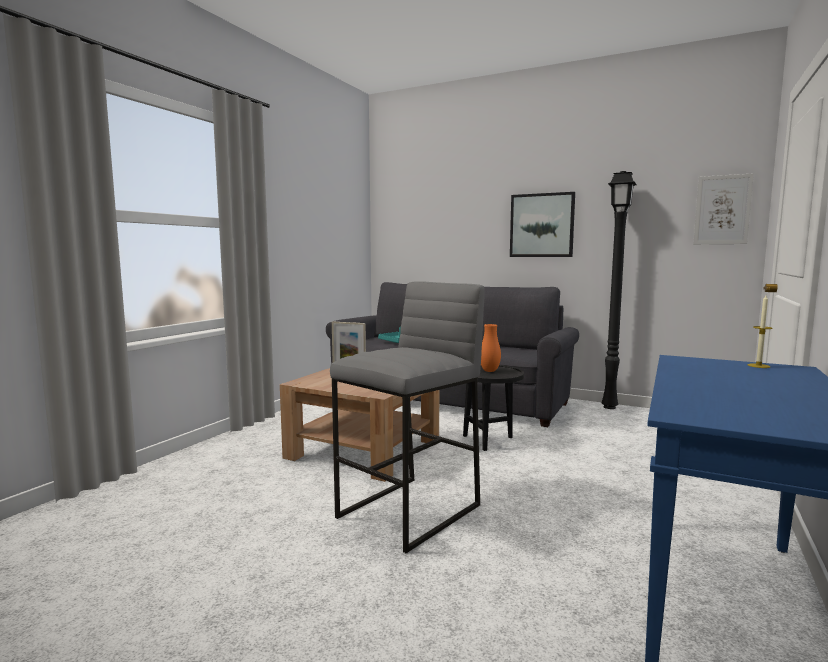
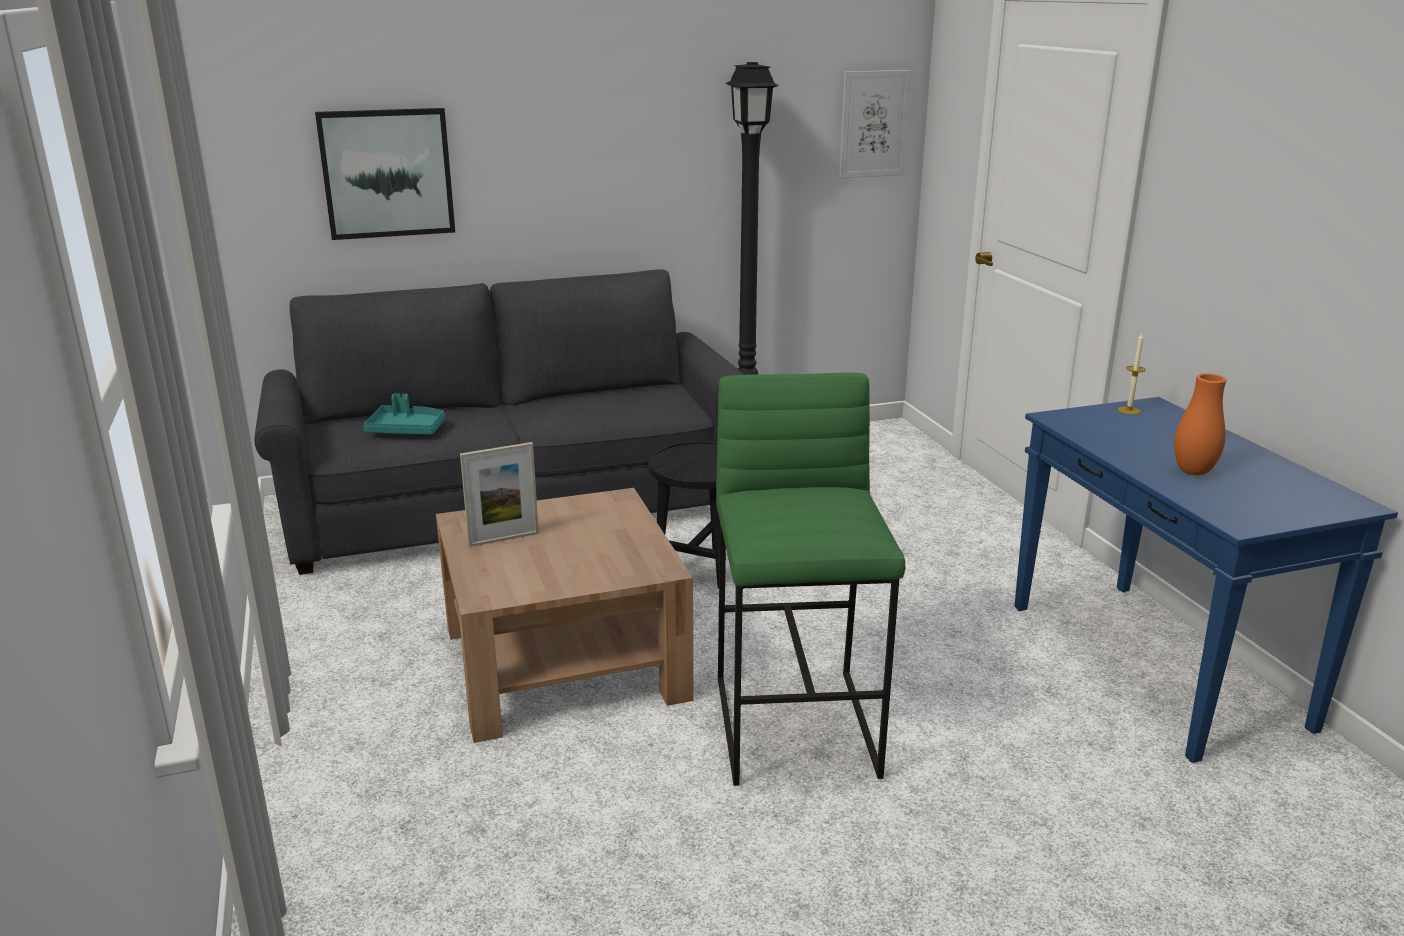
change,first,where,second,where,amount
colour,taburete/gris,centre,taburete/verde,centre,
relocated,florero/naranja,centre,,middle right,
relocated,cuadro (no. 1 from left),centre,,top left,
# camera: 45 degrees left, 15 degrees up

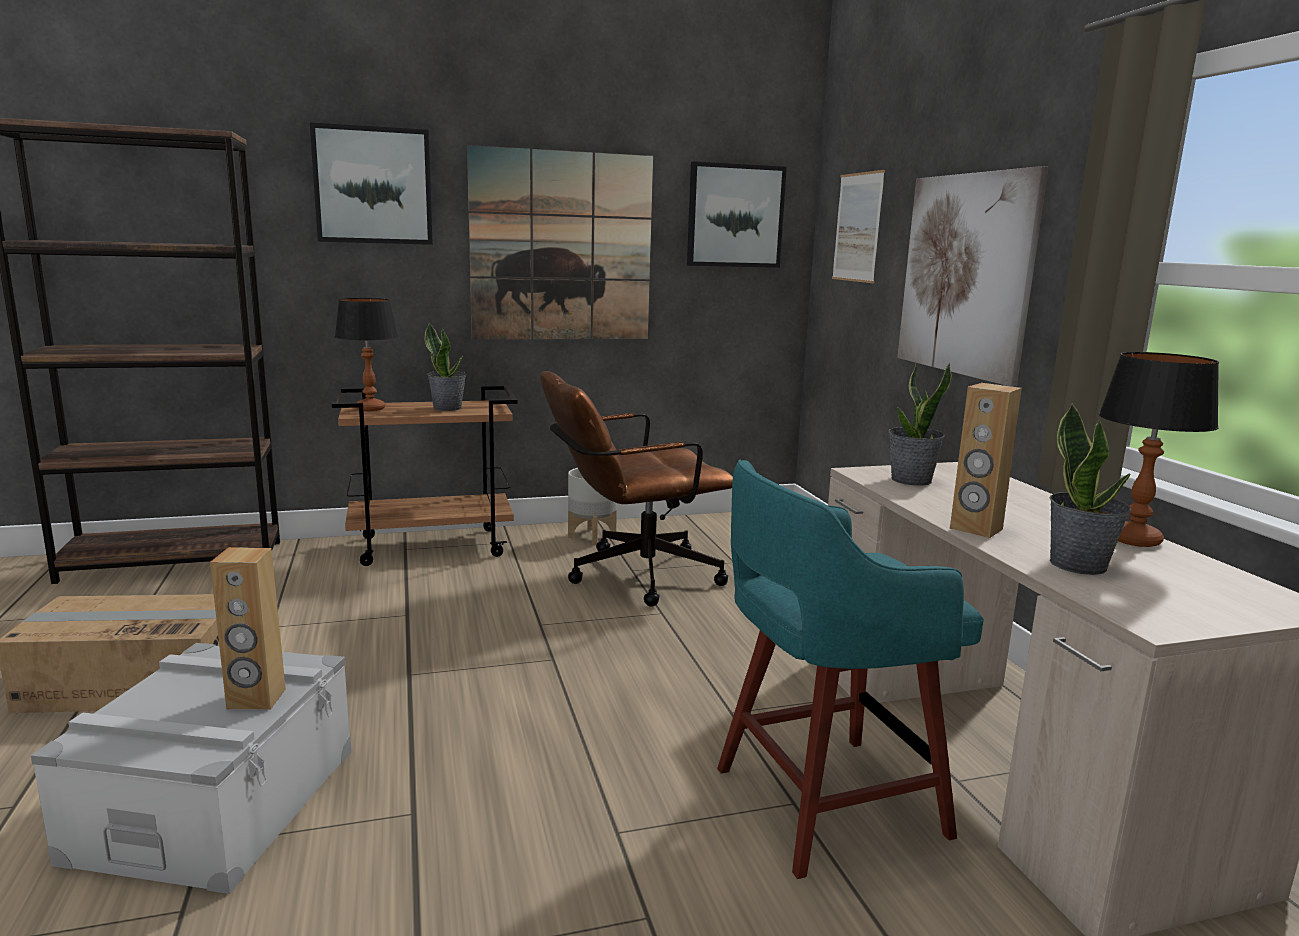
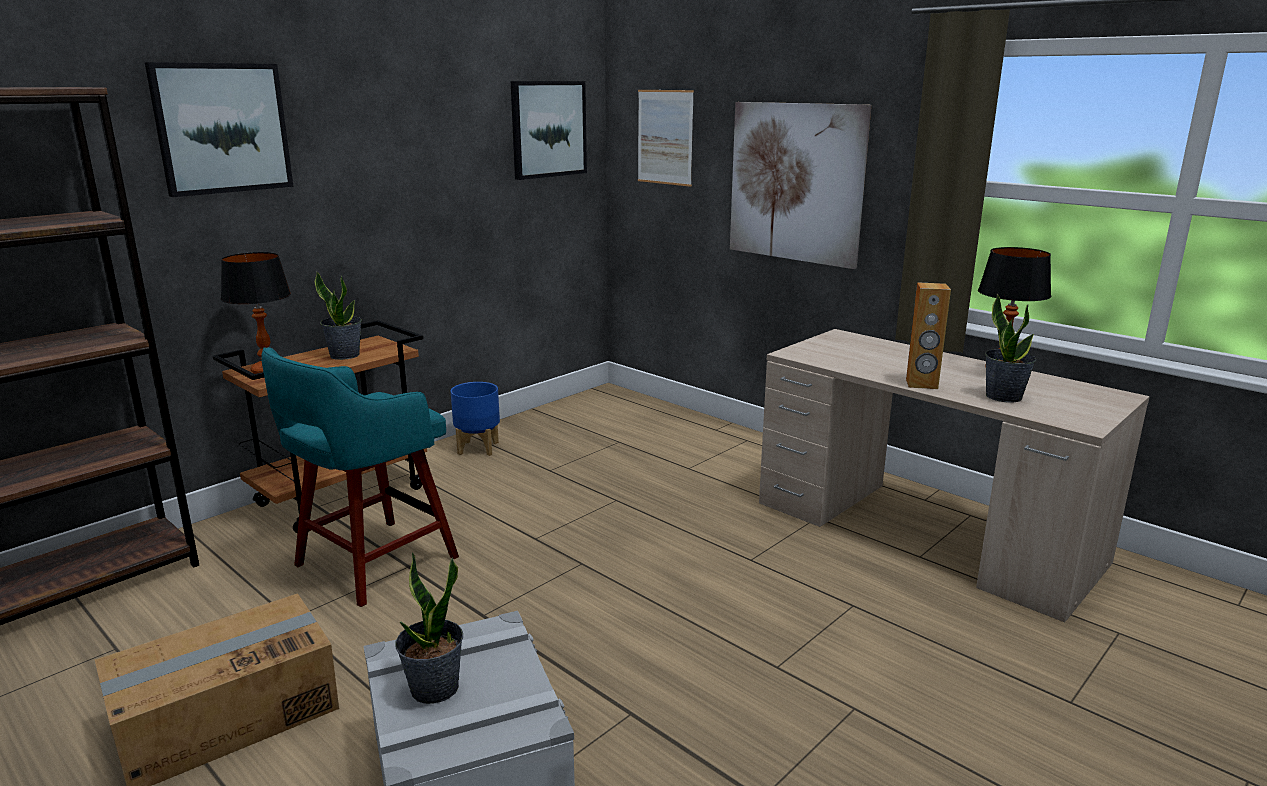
change,first,where,second,where,amount
missing,altavoz/marrón (no. 1 from left),bottom left,,,
missing,cuadro (no. 2 from left),top centre,,,
missing,silla de oficina/marrón,centre,,,
colour,maceta/gris,centre,maceta/azul,centre,
relocated,taburete/turquesa,bottom centre,,middle left,
relocated,planta en maceta (no. 2 from left),middle right,,bottom centre,
# camera: 30 degrees left, 5 degrees up

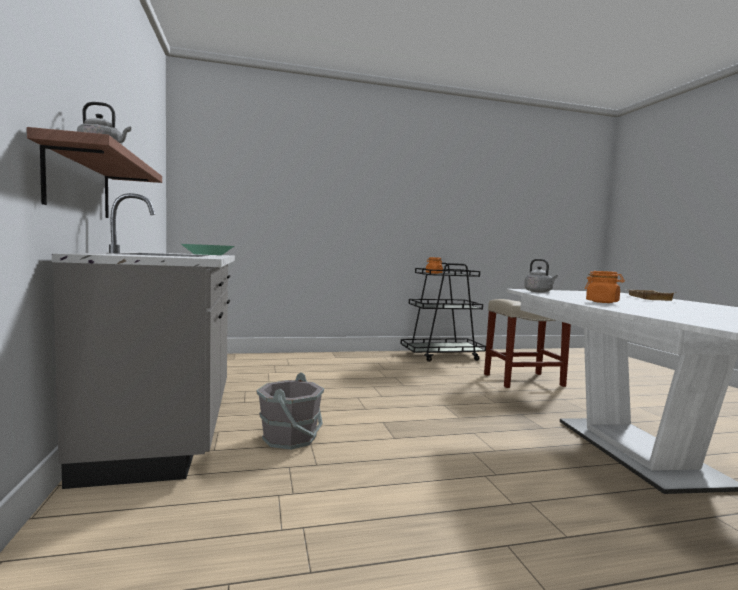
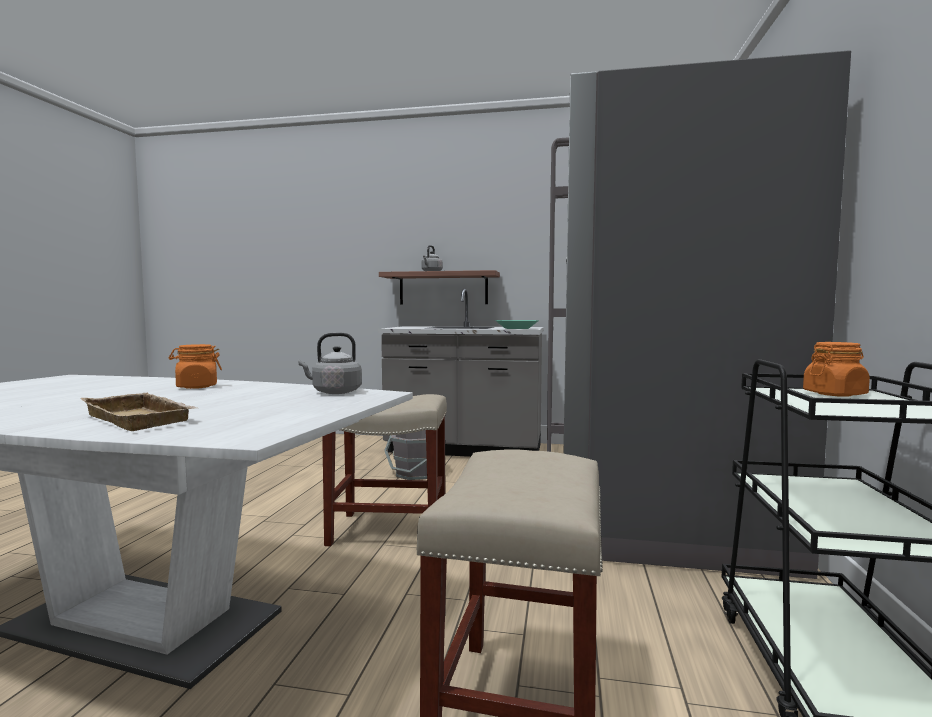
change,first,where,second,where,amount
appeared,,,taburete/beis (no. 1 from left),centre,
appeared,,,nevera/gris,middle right,
# camera: 115 degrees right, 0 degrees up

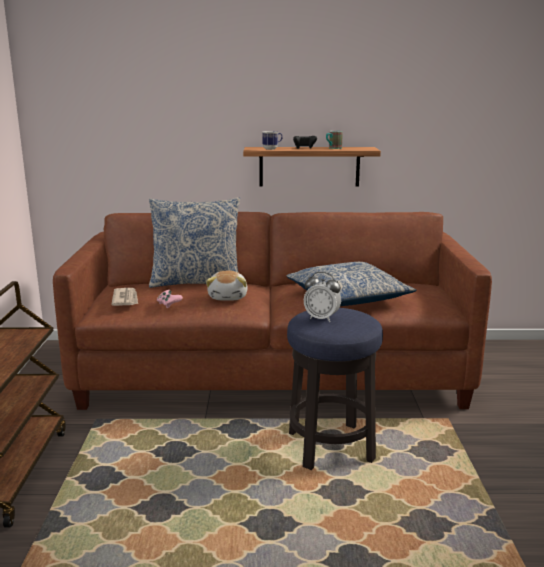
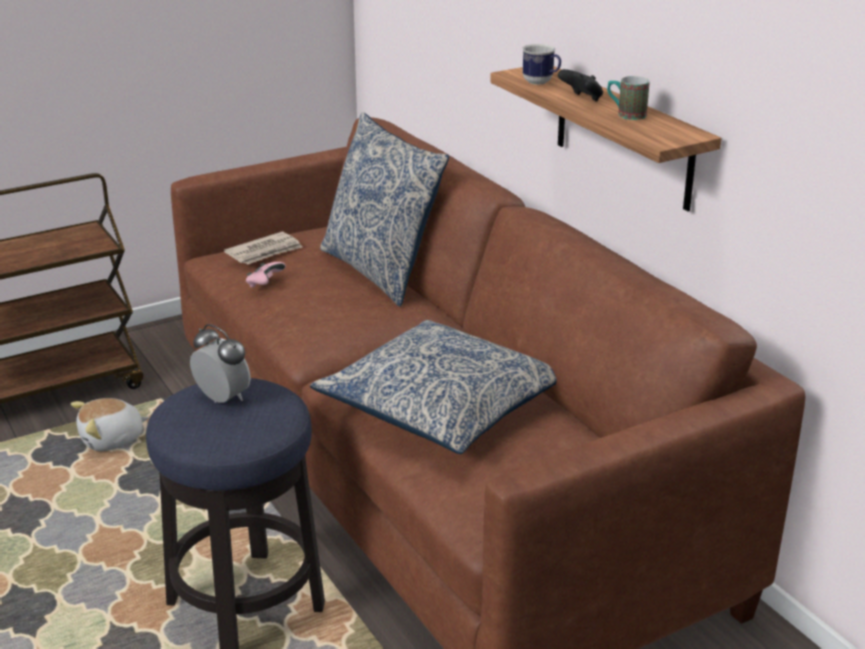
change,first,where,second,where,amount
relocated,peluche,centre,,middle left,
spun,despertador,centre,,middle left,135 degrees clockwise
# camera: 60 degrees right, 10 degrees up

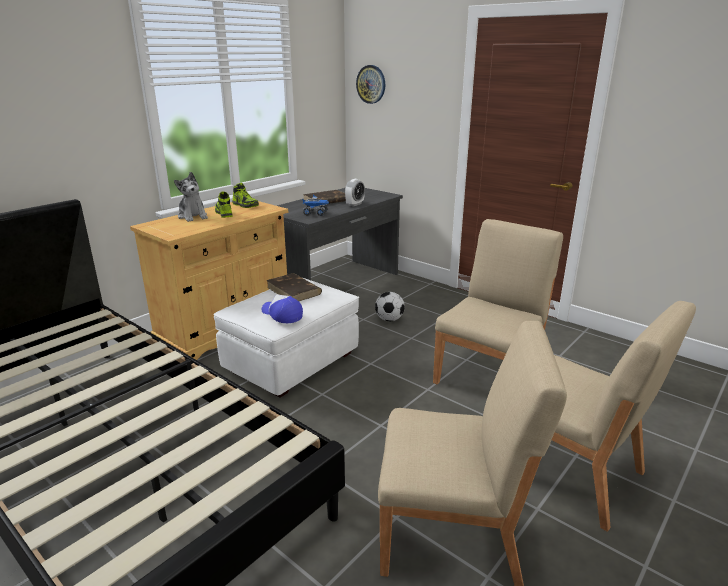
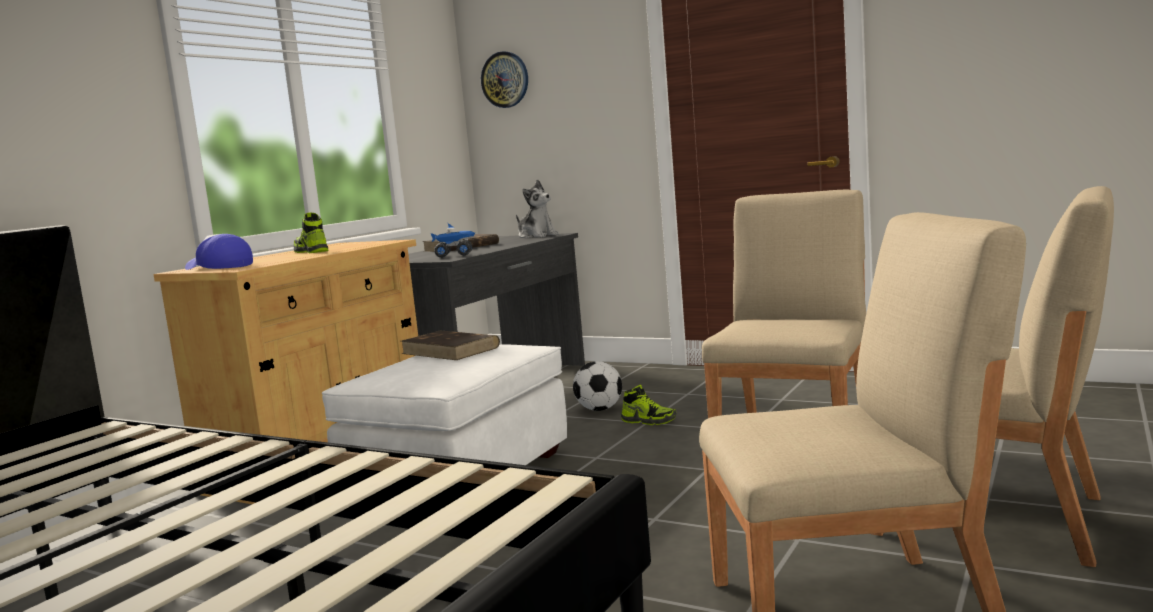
change,first,where,second,where,amount
relocated,peluche,middle left,,centre,
relocated,zapato (no. 2 from left),top centre,,centre,
relocated,gorra,centre,,middle left,
missing,despertador,top centre,,,
# camera: 10 degrees left, 15 degrees down

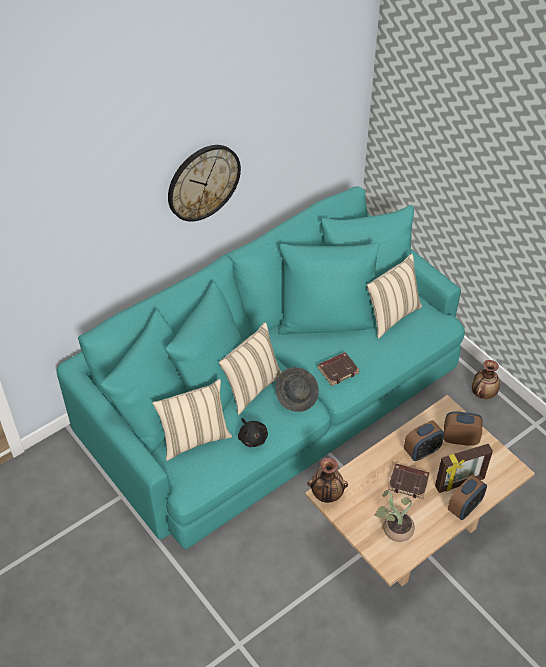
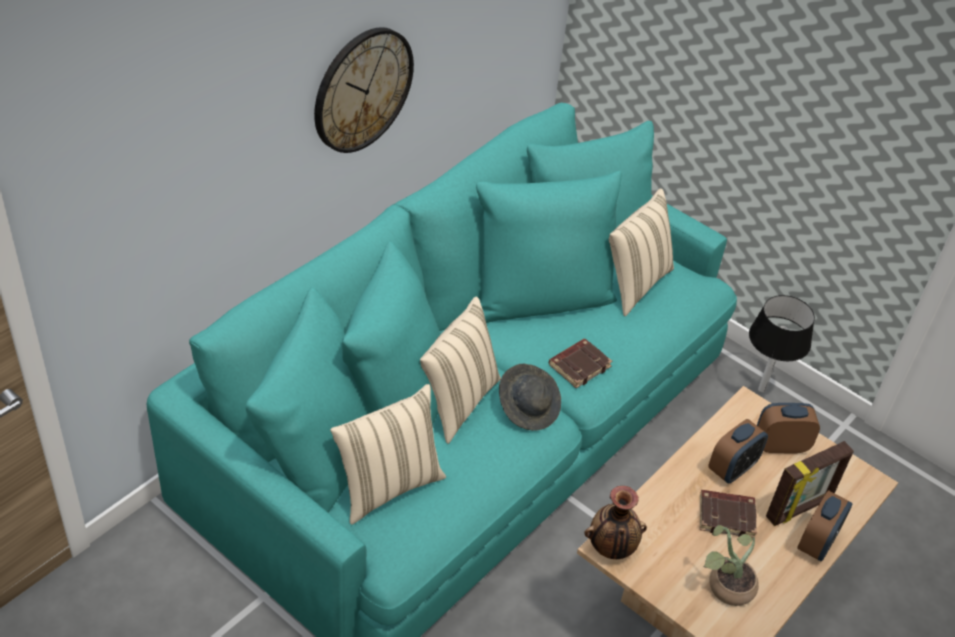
change,first,where,second,where,amount
missing,peluche/negro,centre,,,
exchanged,florero (no. 2 from left),middle right,lámpara de mesa/negro,middle right,
# camera: 15 degrees left, 5 degrees down

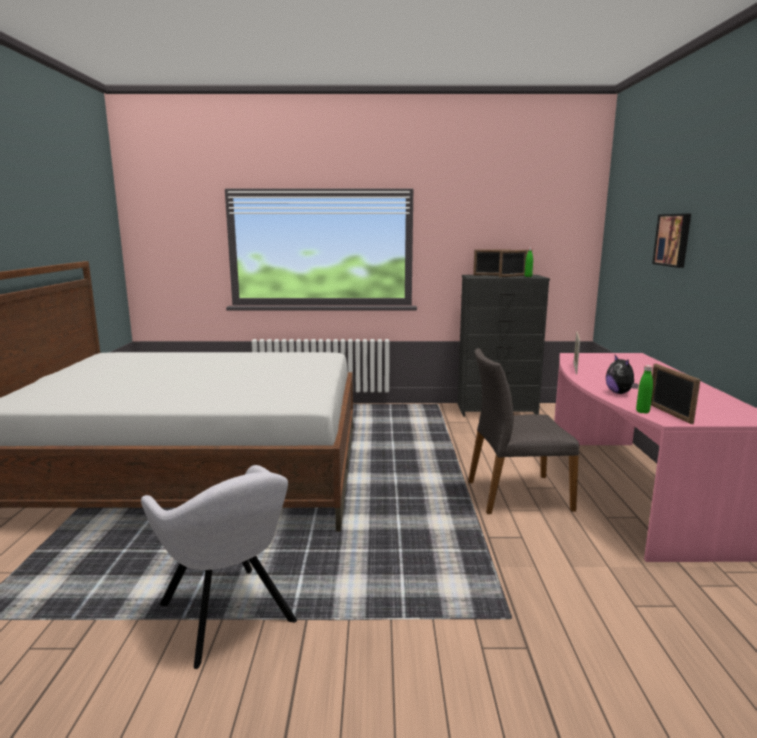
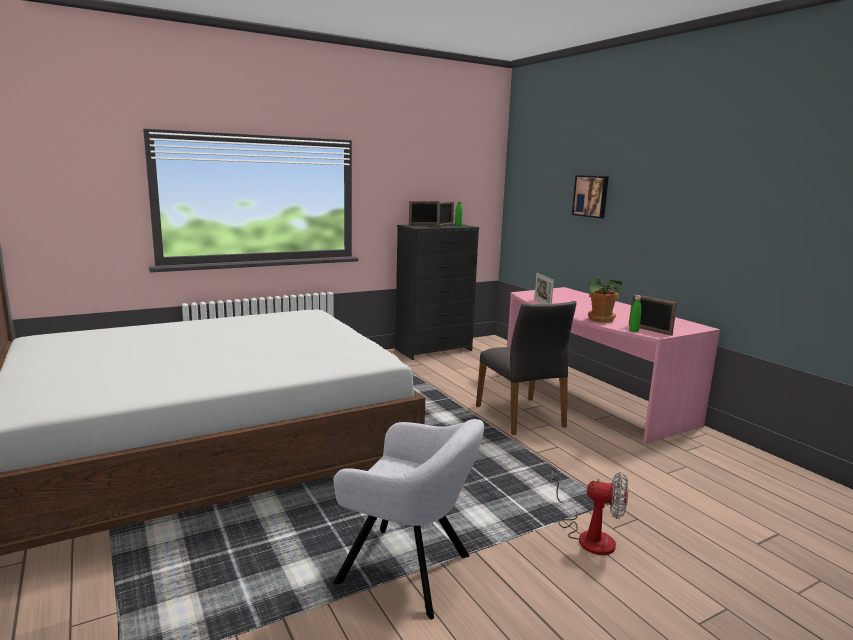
change,first,where,second,where,amount
spun,silla/gris,middle right,,centre,75 degrees counterclockwise
exchanged,peluche,middle right,planta en maceta,middle right,
appeared,,,ventilador,bottom right,
# camera: 30 degrees left, 0 degrees up

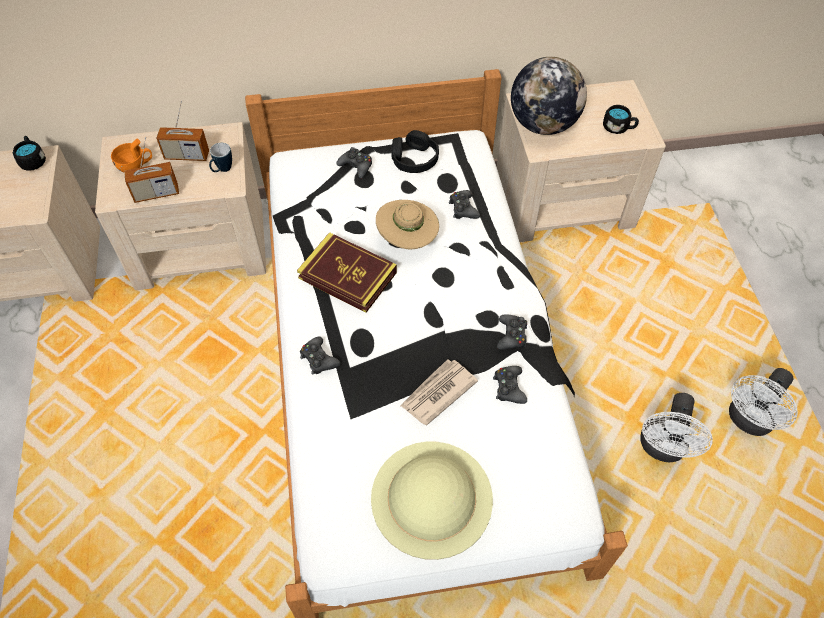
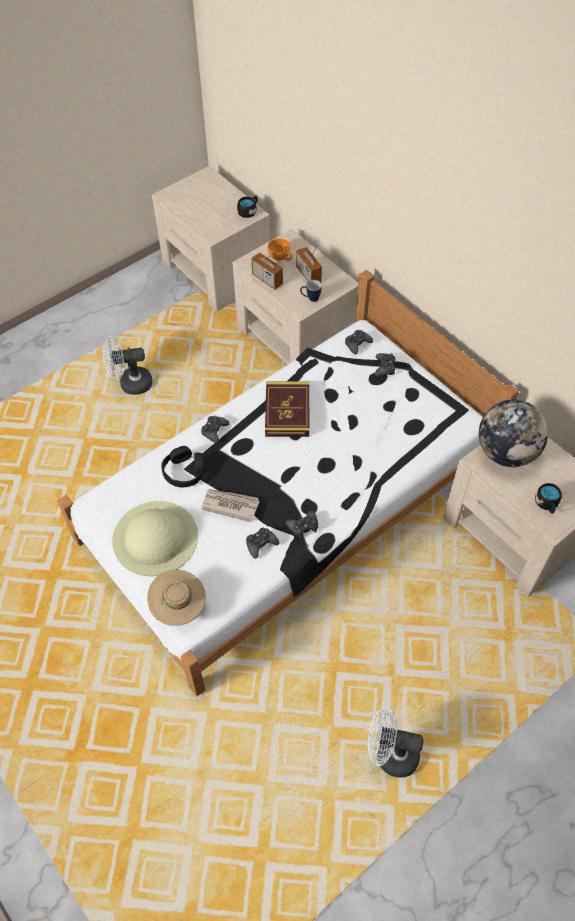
change,first,where,second,where,amount
relocated,sombrero/beis (no. 1 from left in the first image),centre,sombrero/beis (no. 2 from left),middle left,
relocated,auriculares/negro,top centre,,middle left,
relocated,mando de consola/negro (no. 3 from left in the first image),top centre,mando de consola/negro (no. 4 from left),centre,
relocated,ventilador/blanco (no. 1 from left),bottom right,,middle left,
# camera: 60 degrees right, 0 degrees up

